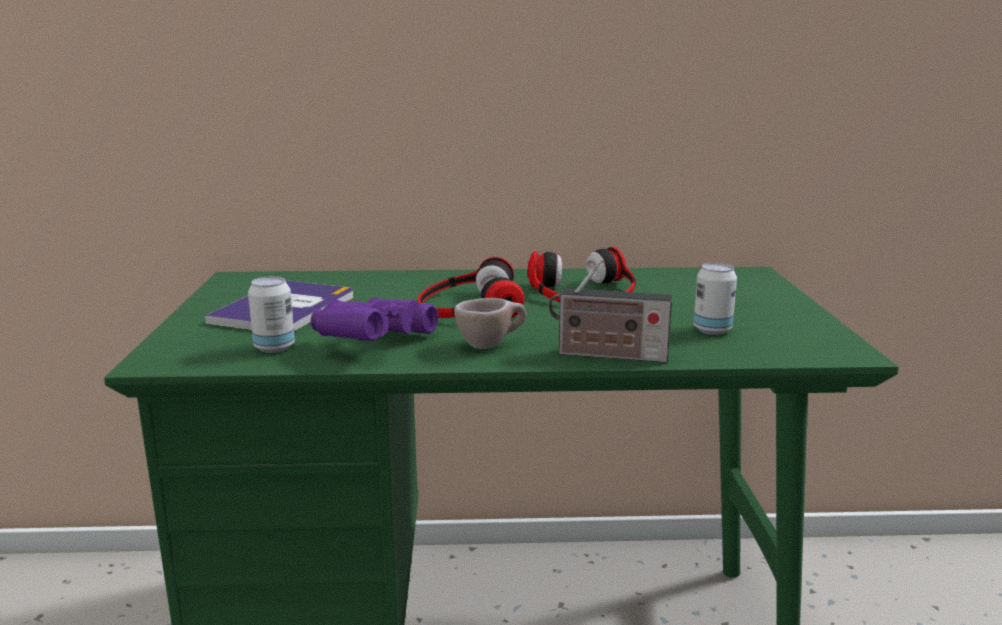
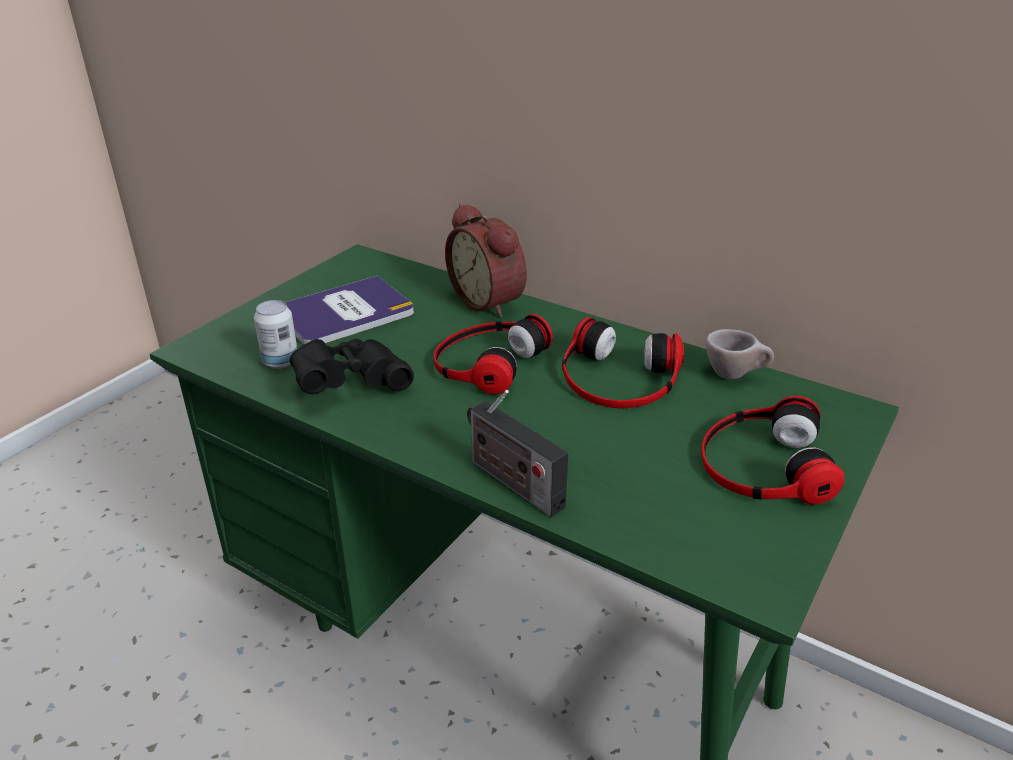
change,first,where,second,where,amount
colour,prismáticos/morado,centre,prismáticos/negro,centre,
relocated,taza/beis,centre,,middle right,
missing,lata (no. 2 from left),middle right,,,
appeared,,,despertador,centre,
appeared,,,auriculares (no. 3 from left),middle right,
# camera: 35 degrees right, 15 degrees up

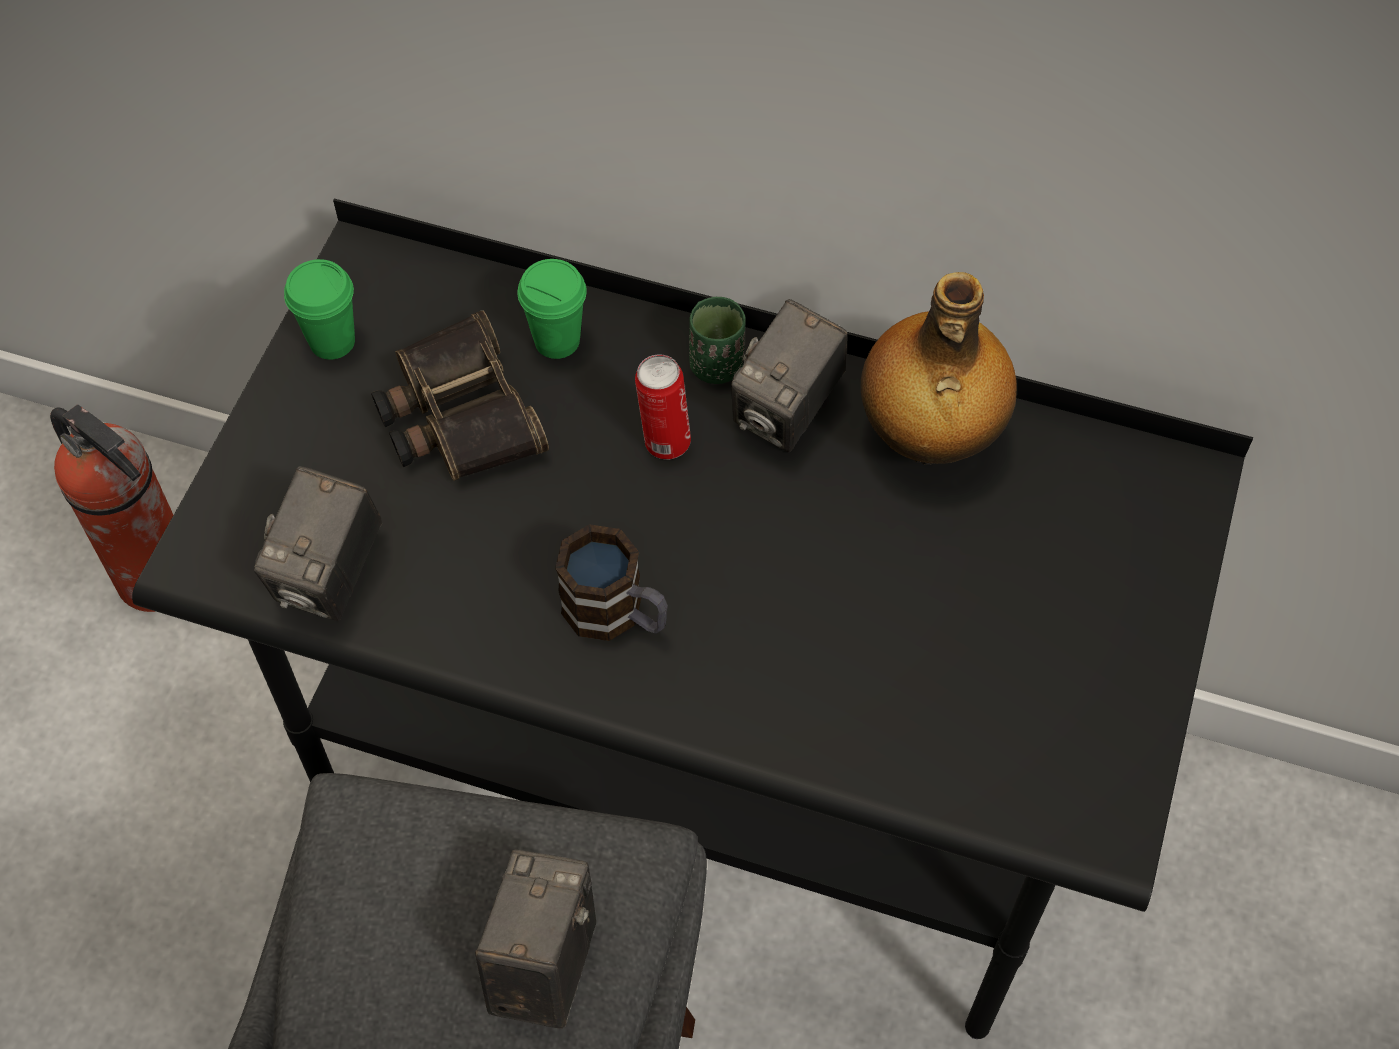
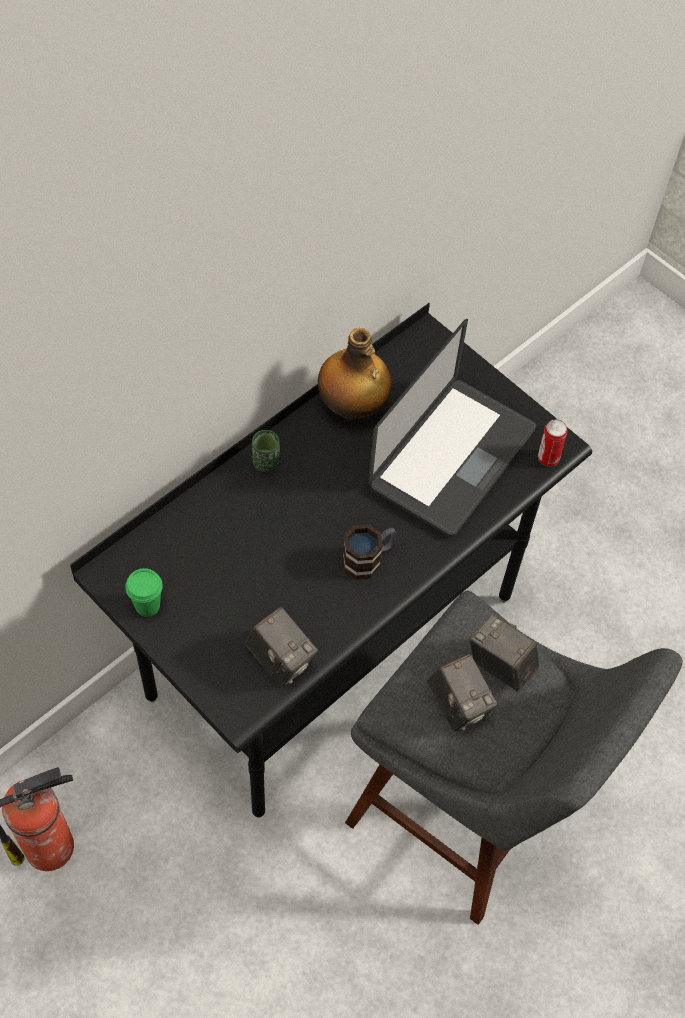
change,first,where,second,where,amount
missing,prismáticos,middle left,,,
missing,taza/verde (no. 2 from left),top centre,,,
relocated,lata,centre,,middle right,
relocated,cámara (no. 3 from left in the first image),centre,cámara (no. 2 from left),bottom right,
appeared,,,portátil,centre,
# camera: 65 degrees left, 0 degrees up

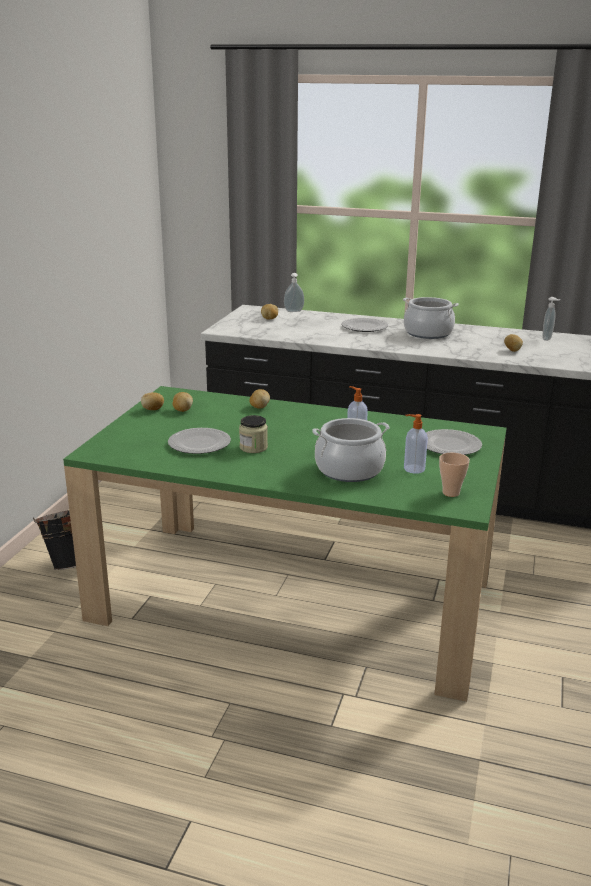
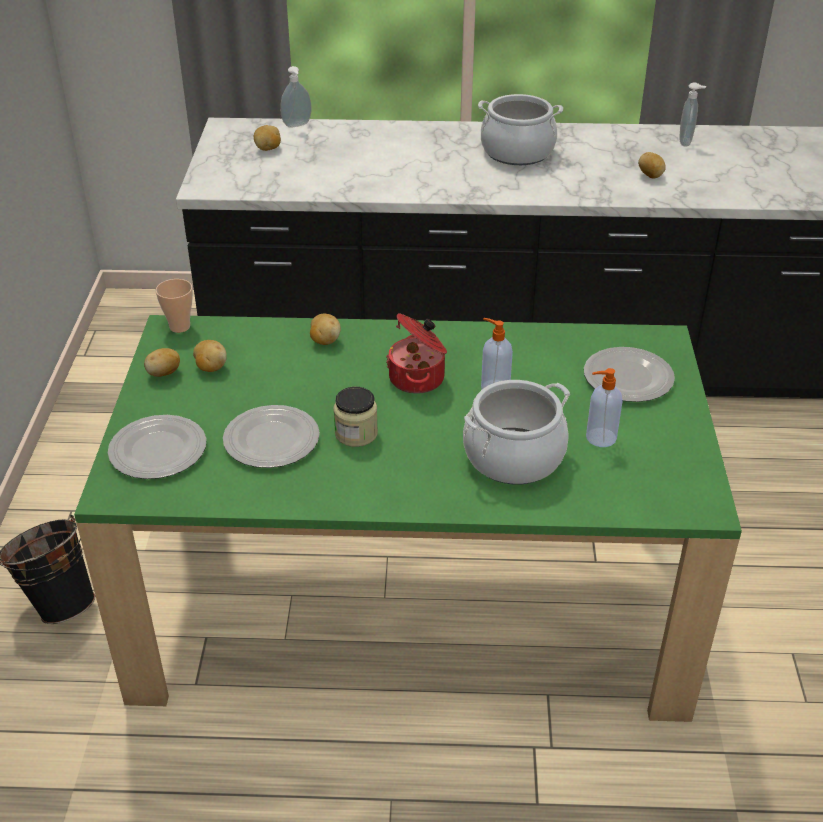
change,first,where,second,where,amount
relocated,plato (no. 2 from left in the first image),centre,plato (no. 1 from left),middle left,
relocated,taza,middle right,,middle left,
appeared,,,olla (no. 1 from left),centre,
# camera: 15 degrees left, 15 degrees up

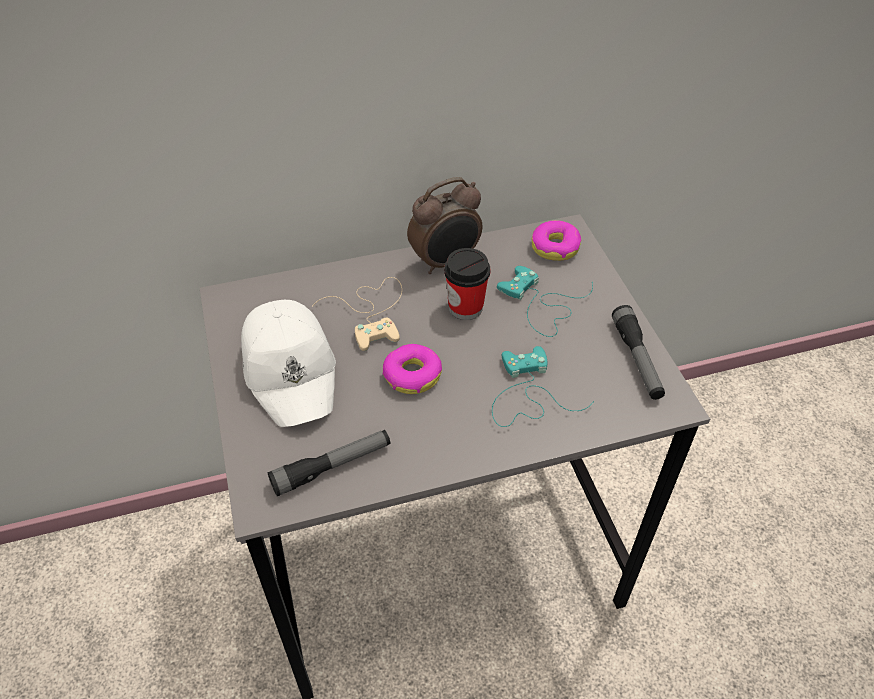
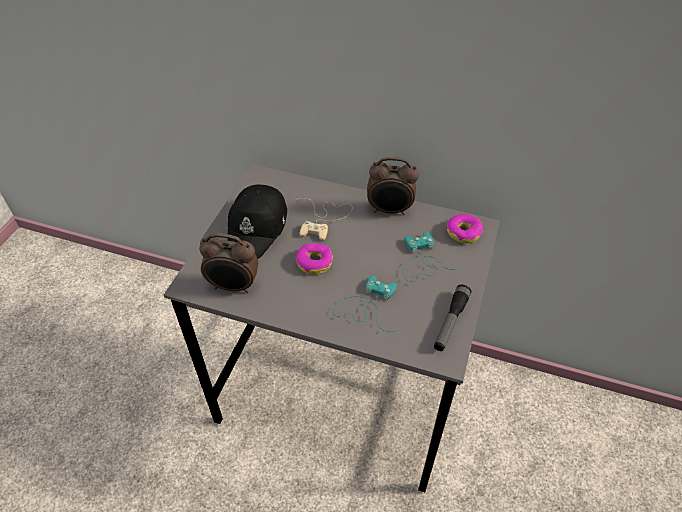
change,first,where,second,where,amount
colour,gorra/blanco,middle left,gorra/negro,centre,
exchanged,linterna (no. 1 from left),centre,despertador (no. 1 from left),centre,
missing,taza,centre,,,
# camera: 35 degrees right, 0 degrees up

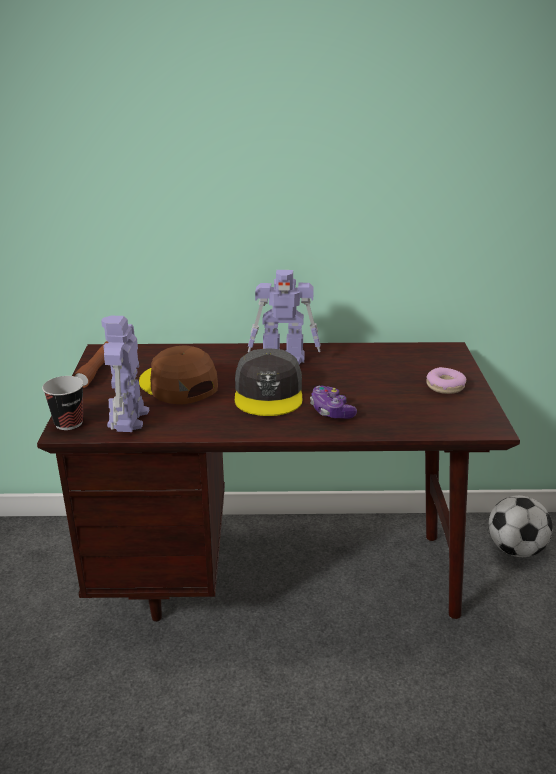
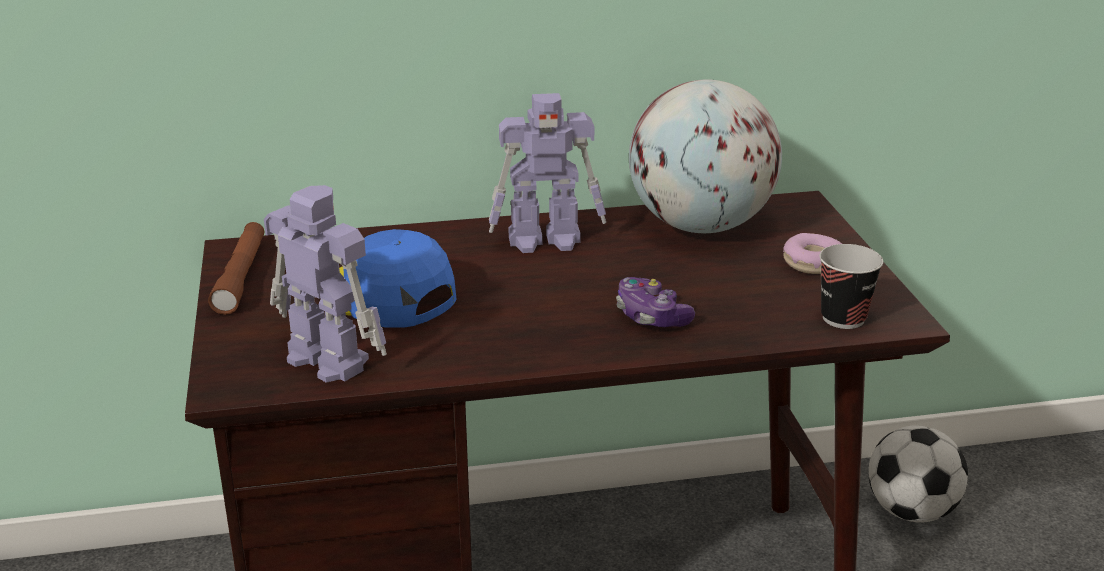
change,first,where,second,where,amount
relocated,taza,middle left,,middle right,
spun,robot de juguete (no. 1 from left),middle left,,middle left,135 degrees clockwise
colour,gorra/marrón,middle left,gorra/azul,centre,
missing,gorra/gris,centre,,,
appeared,,,globo terráqueo,top centre,
# camera: 10 degrees left, 0 degrees up

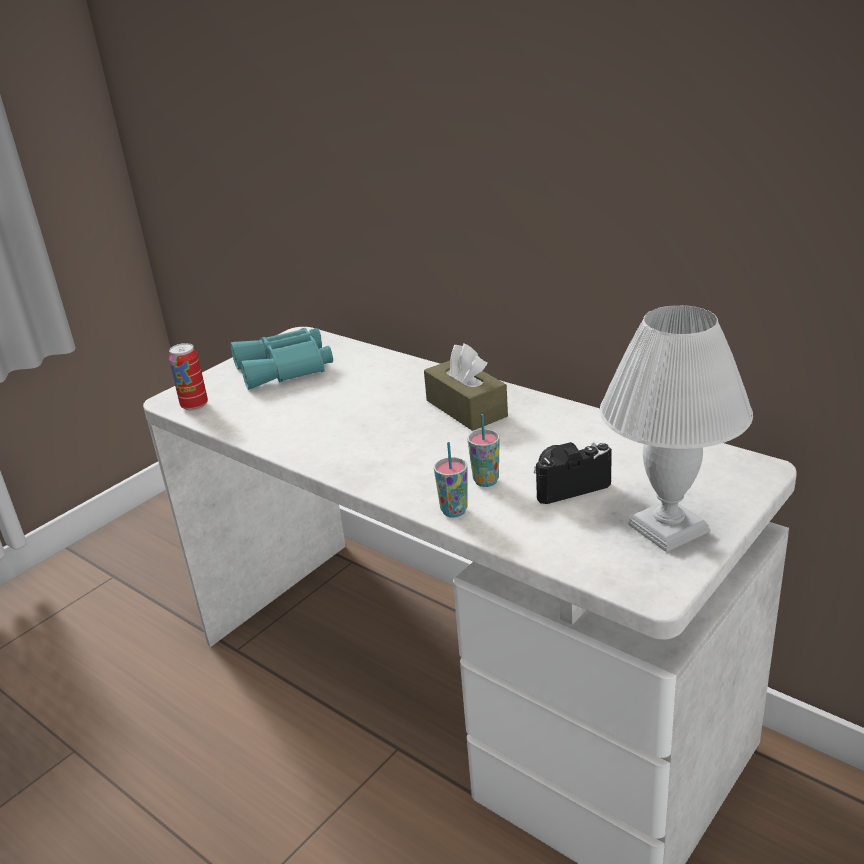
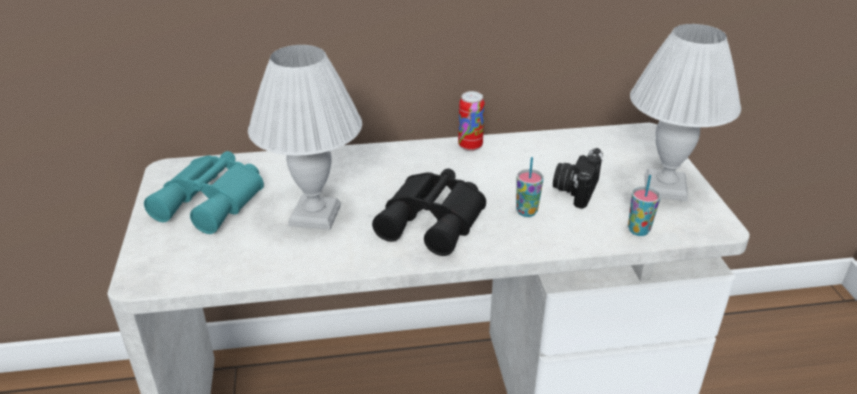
change,first,where,second,where,amount
relocated,lata,middle left,,top centre,
missing,caja de pañuelos/marrón,centre,,,
relocated,taza (no. 1 from left in the first image),centre,taza (no. 2 from left),middle right,
appeared,,,lámpara de mesa/blanco (no. 1 from left),centre,
appeared,,,prismáticos/negro,centre,
# camera: 50 degrees left, 5 degrees up

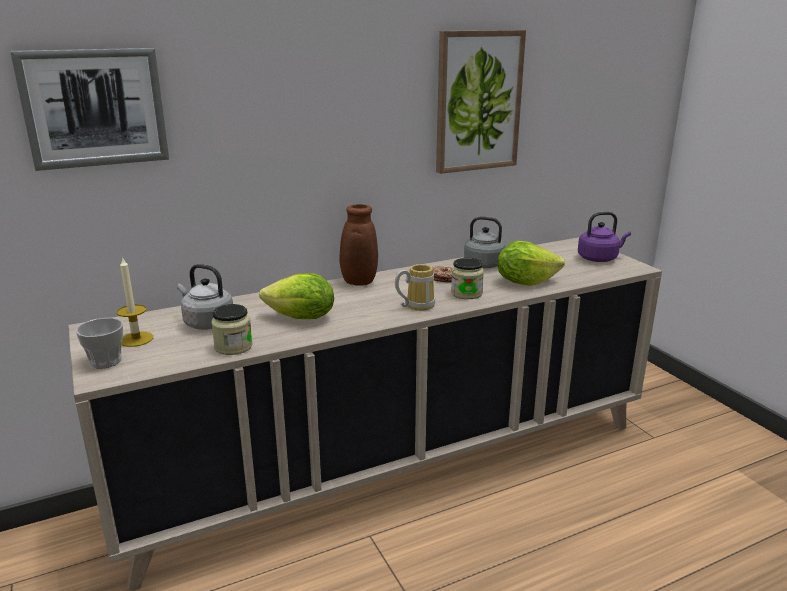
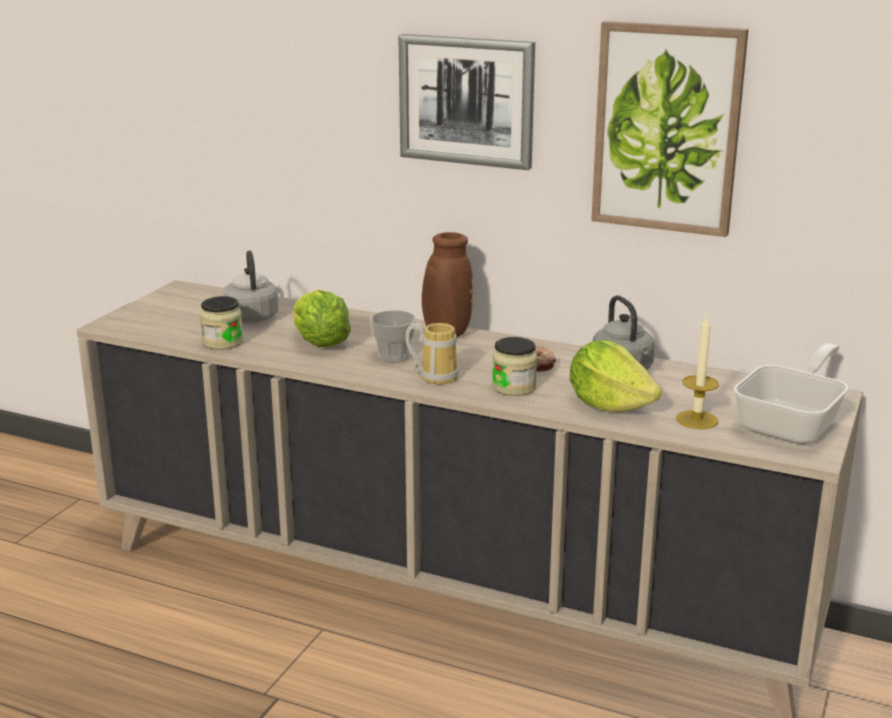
change,first,where,second,where,amount
relocated,cuadro (no. 1 from left),top left,,top centre,
relocated,taza,middle left,,centre,
relocated,vela,middle left,,middle right,
exchanged,hervidor/morado,middle right,sartén,middle right,
# camera: 50 degrees right, 0 degrees up

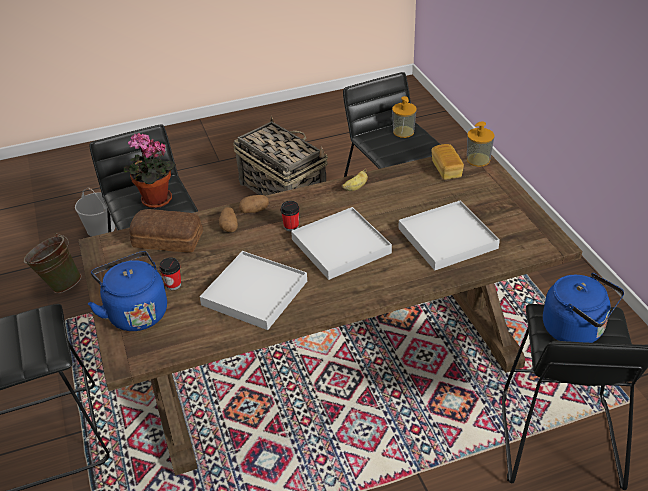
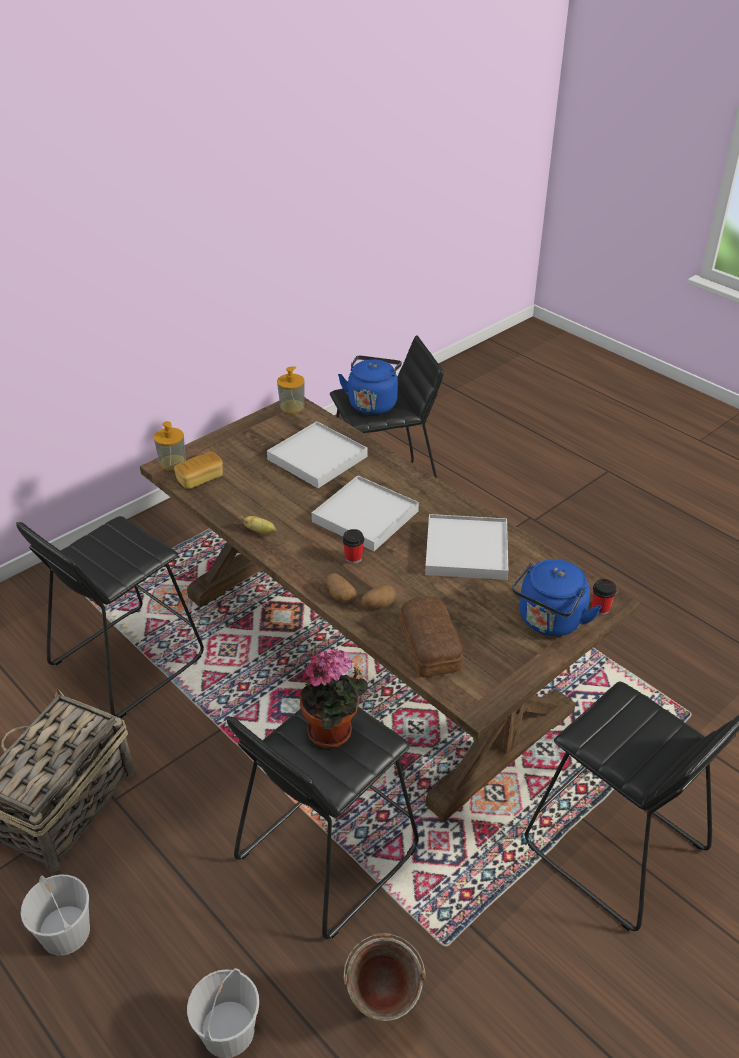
change,first,where,second,where,amount
relocated,taza (no. 1 from left in the first image),middle left,taza (no. 2 from left),middle right,
relocated,dispensador de jabón (no. 1 from left in the first image),top centre,dispensador de jabón (no. 2 from left),centre,
appeared,,,cubo/blanco (no. 1 from left),bottom left,
# camera: 115 degrees left, 0 degrees up

